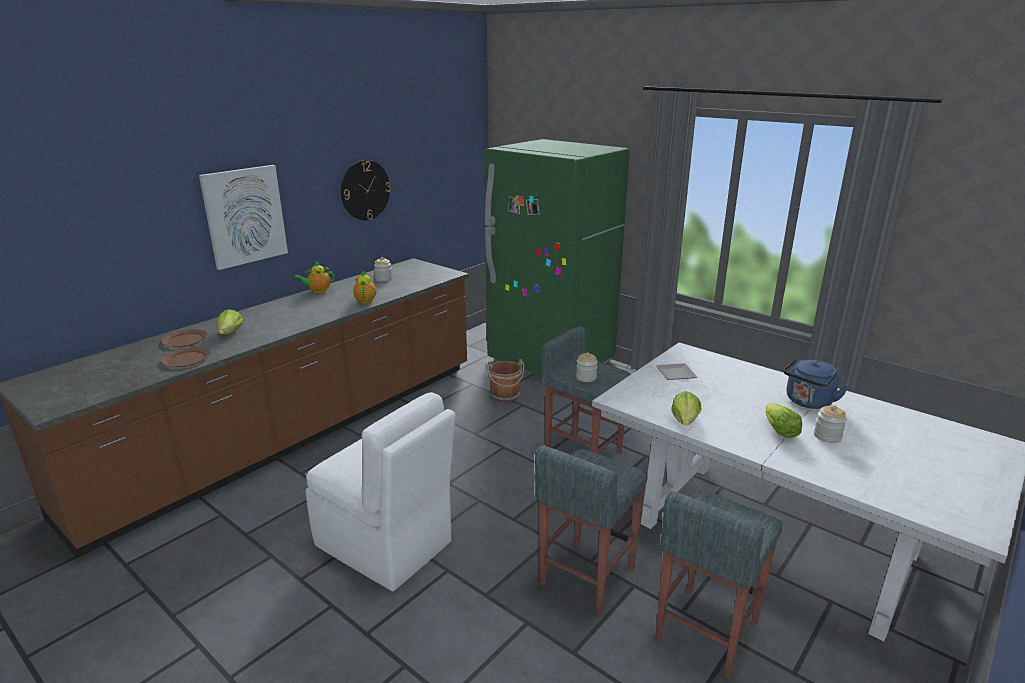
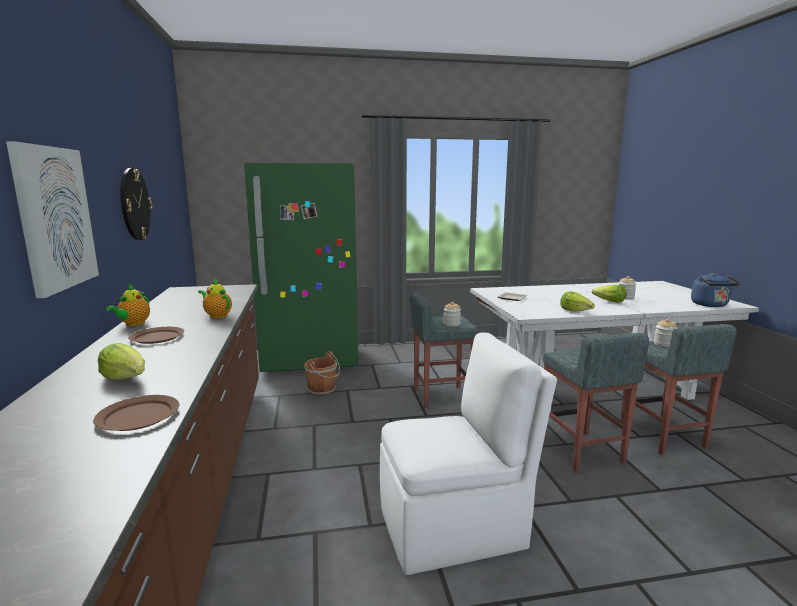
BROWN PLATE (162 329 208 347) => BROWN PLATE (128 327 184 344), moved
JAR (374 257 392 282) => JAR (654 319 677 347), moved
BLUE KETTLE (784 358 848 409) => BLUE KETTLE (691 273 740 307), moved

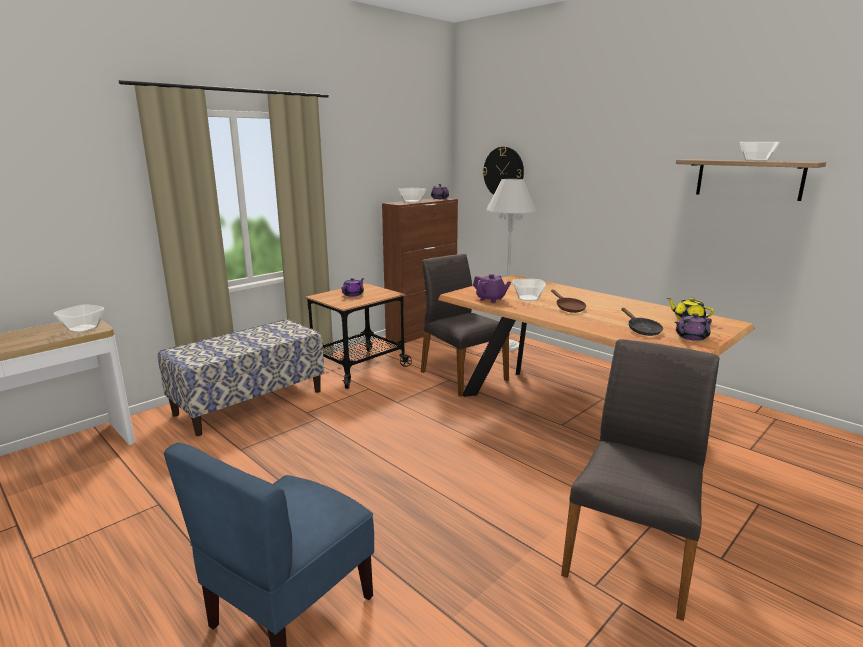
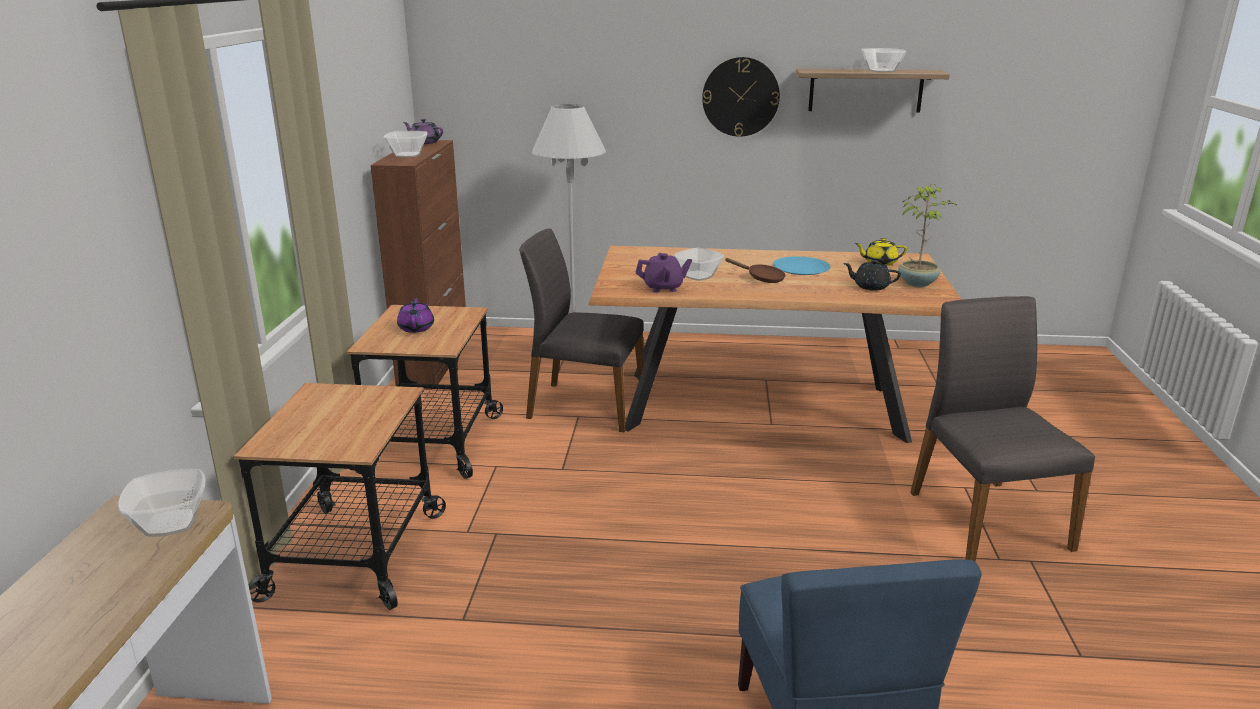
nothing => BLUE PLATE (773 256 830 275)
WALL CLOCK (483 147 524 195) => WALL CLOCK (702 57 780 137), moved
BENCH (158 319 324 436) => CART (233 383 446 610)
BLACK FRYING PAN (621 308 663 336) => BLACK TEAPOT (843 260 901 291)
PURPLE TEAPOT (675 313 712 341) => POTTED PLANT (898 184 957 287)

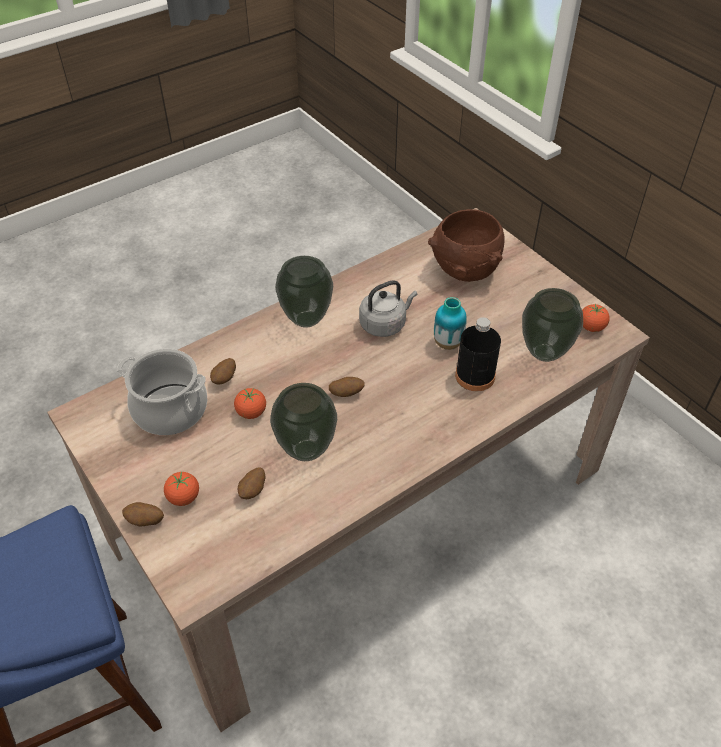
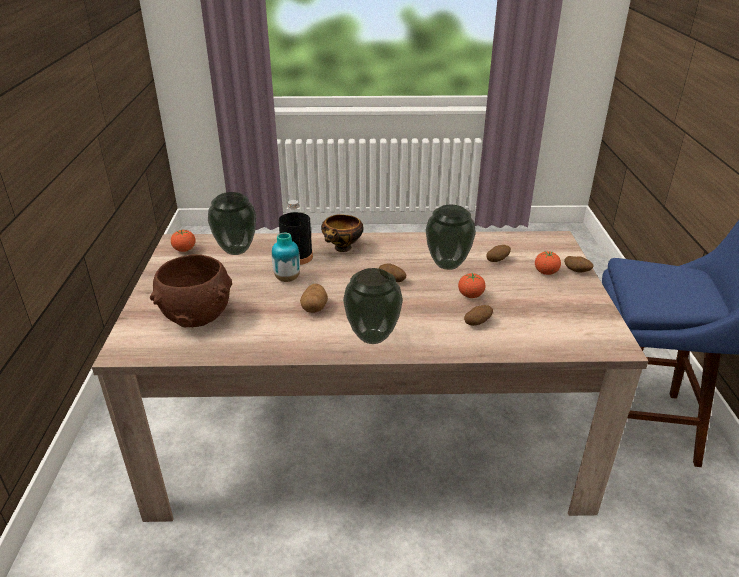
COOKING POT (117 349 207 435) => nothing
nothing => BOWL (321 214 363 252)
GREY KETTLE (359 280 417 337) => POTATO (300 284 328 313)

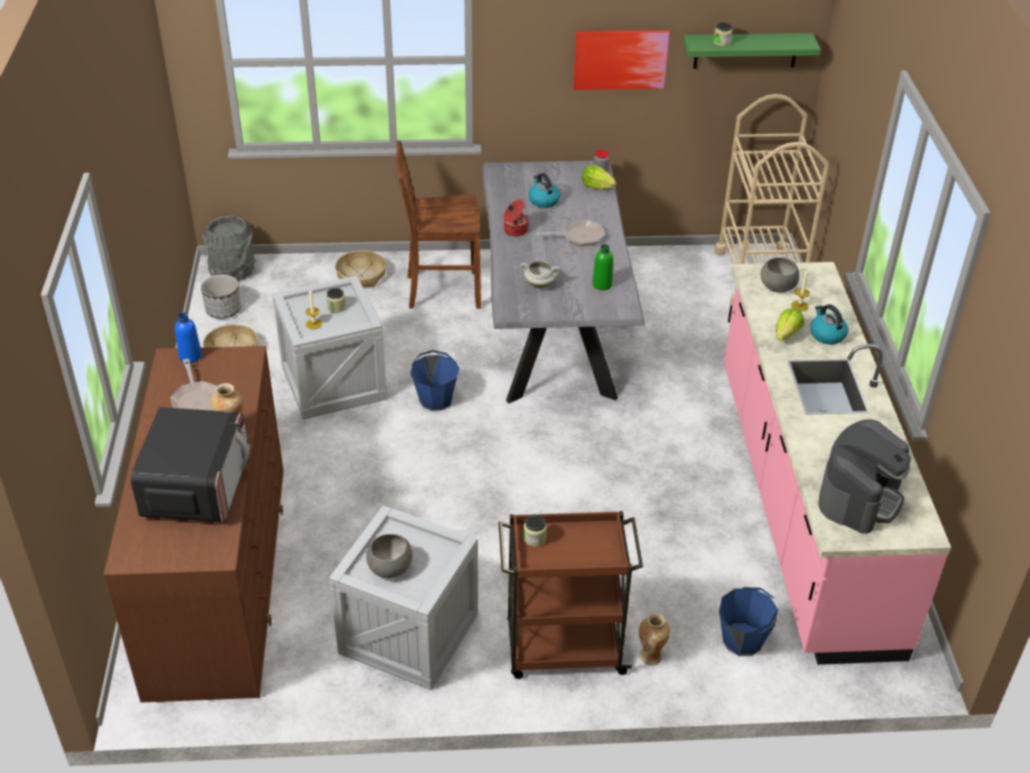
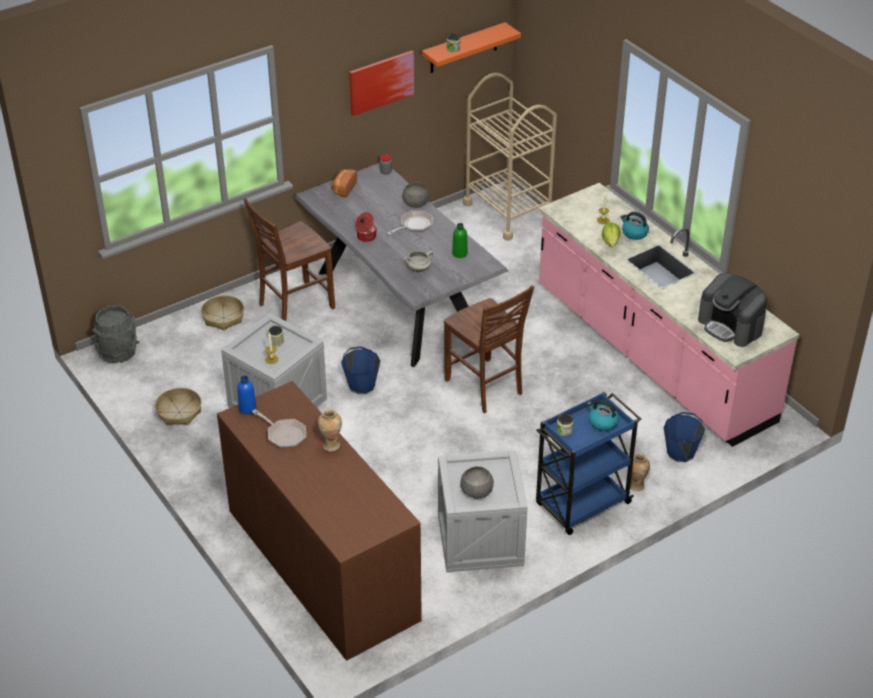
MICROWAVE (130 407 250 522) => nothing
PLANTER (201 274 241 319) => nothing
LETTUCE (582 165 616 189) => nothing
nothing => BREAD (331 169 357 198)
nothing => BROWN CHAIR (444 285 534 413)
KETTLE (528 173 560 208) => KETTLE (587 400 619 431), moved
GREY BOWL (761 257 800 293) => GREY BOWL (402 182 430 208), moved
BROWN CART (498 511 643 679) => BLUE CART (536 392 641 535)
GREEN SHELF (683 33 821 69) => ORANGE SHELF (422 22 521 73)
COFFEE MACHINE (819 419 911 534) => COFFEE MACHINE (698 273 767 347), 135 degrees clockwise

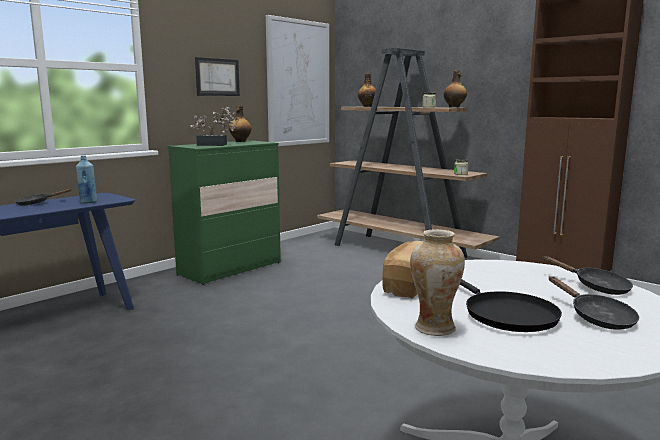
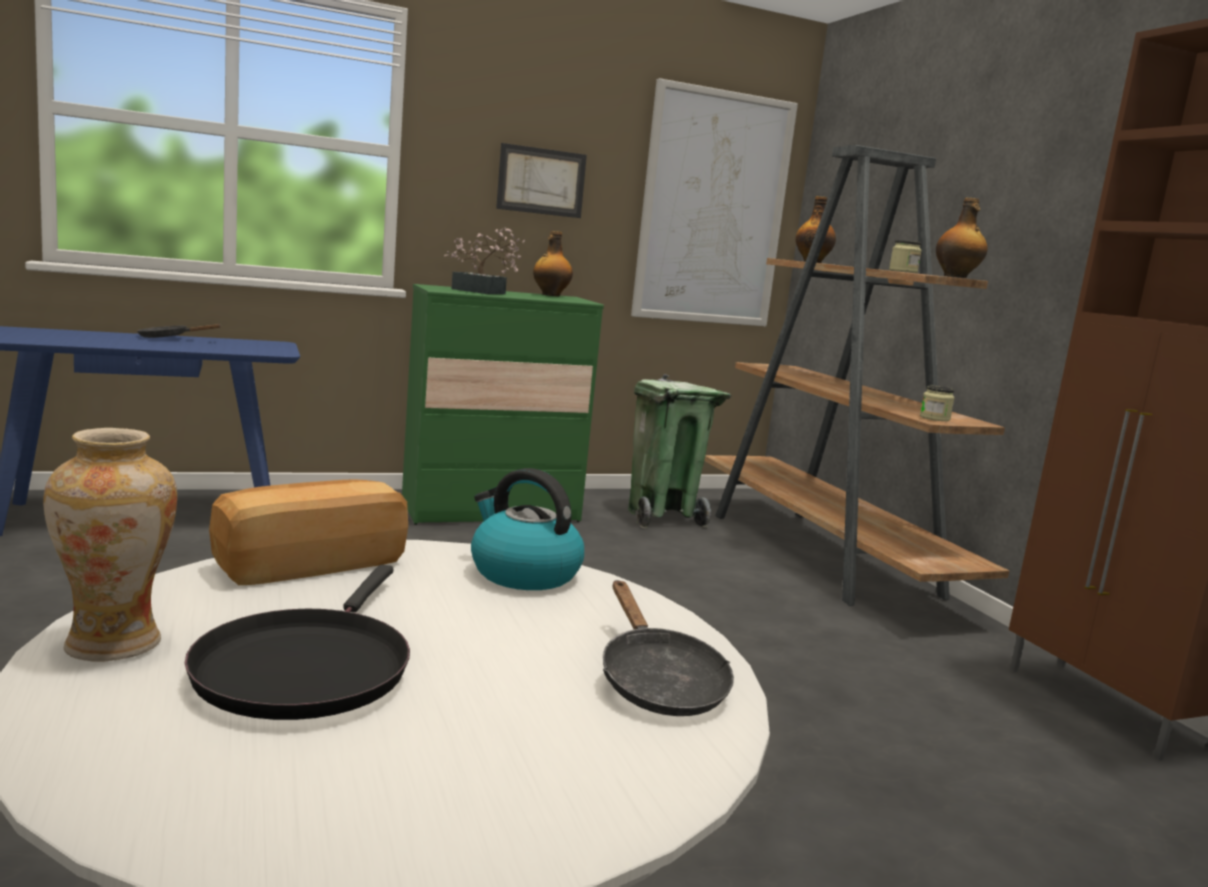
BLUE BOTTLE (76 156 97 204) => nothing
BLACK FRYING PAN (549 276 639 330) => nothing
nothing => KETTLE (471 468 584 590)
nothing => GREEN TRASH CAN (628 374 731 529)

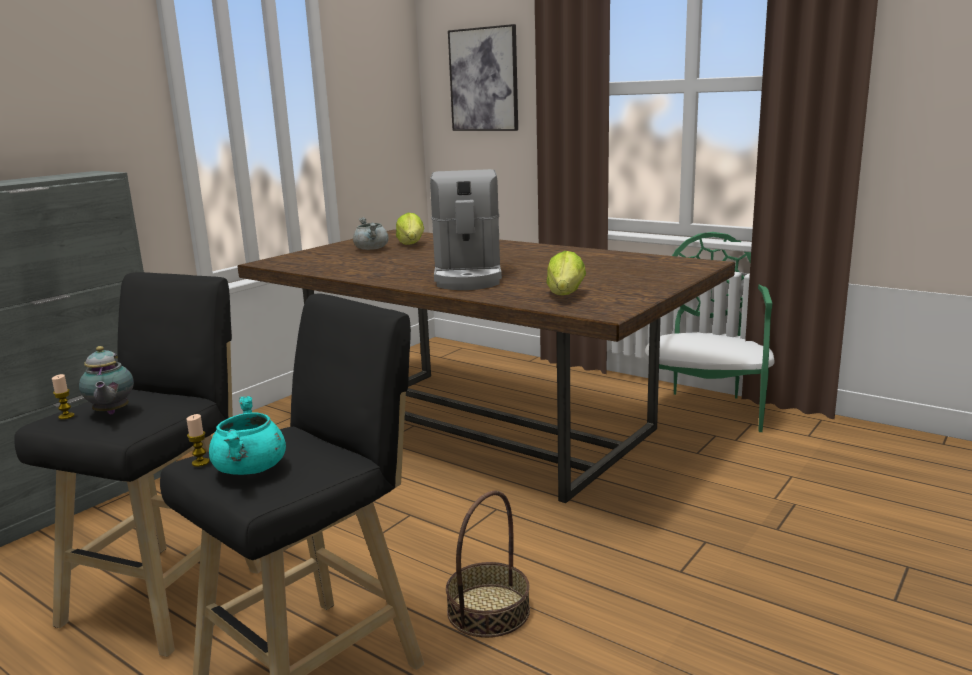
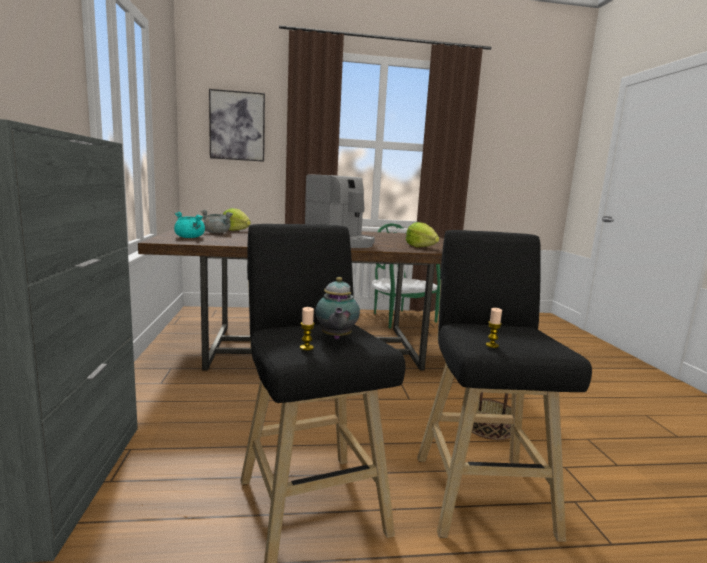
TURQUOISE COOKING POT (209 396 286 475) => TURQUOISE COOKING POT (174 212 205 238), moved
TEAPOT (79 346 134 414) => TEAPOT (315 277 360 339), 60 degrees clockwise

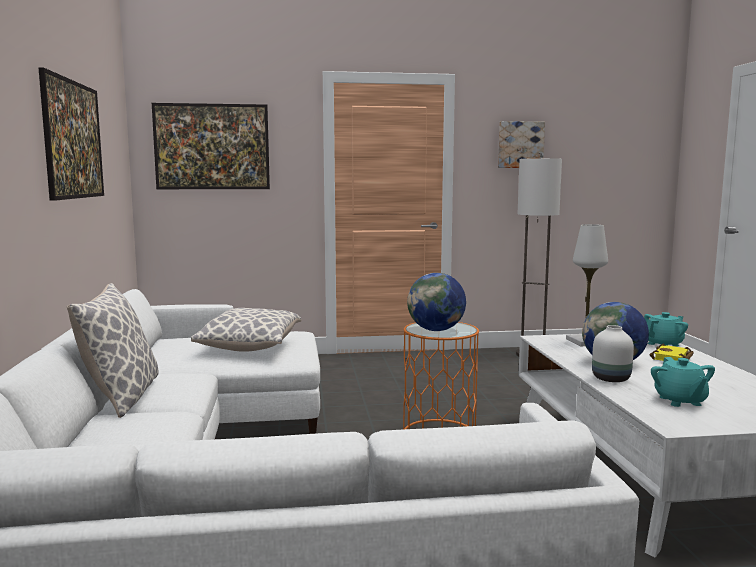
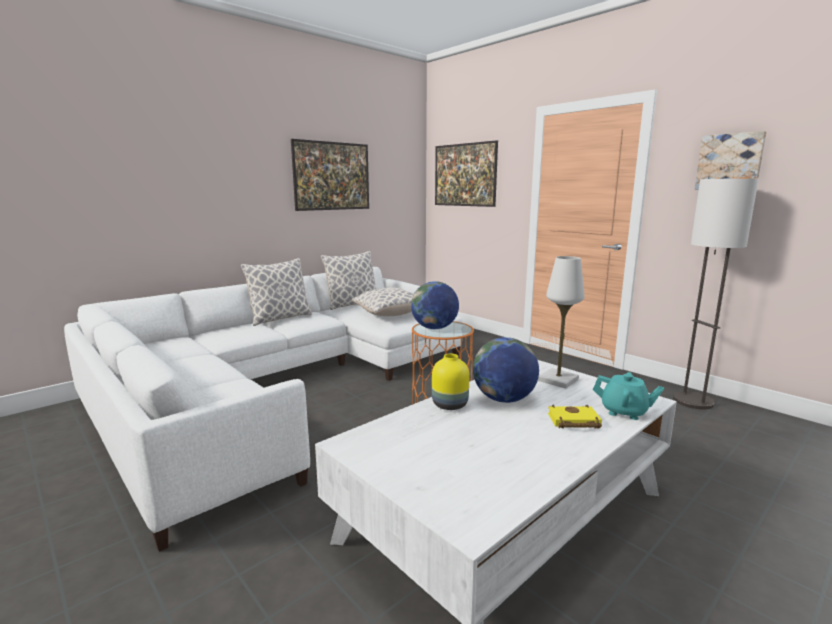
TURQUOISE TEAPOT (651 357 715 407) => nothing
nothing => PILLOW (321 251 376 310)
WHITE VASE (592 325 634 382) => YELLOW VASE (432 354 469 410)

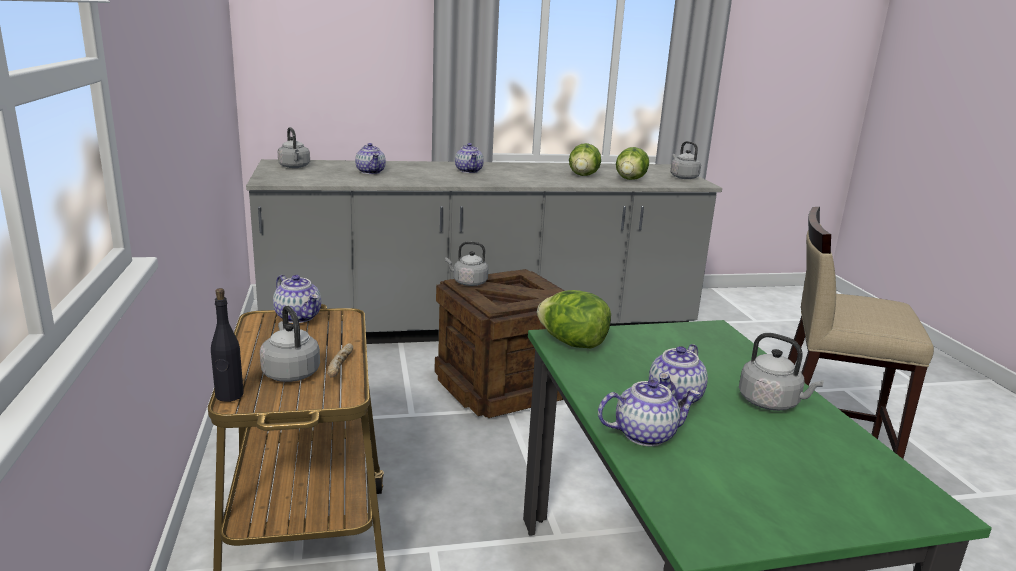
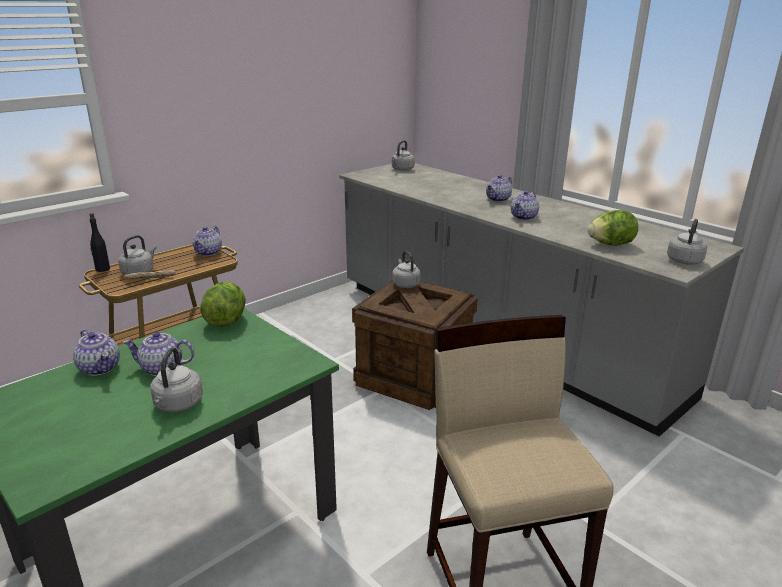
LETTUCE (569 143 601 176) => nothing
TEAPOT (355 143 386 174) => TEAPOT (511 191 539 220), moved

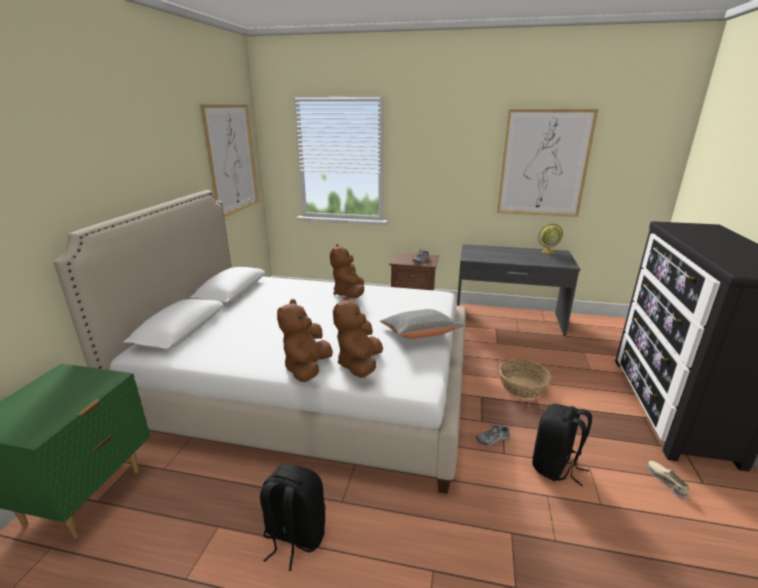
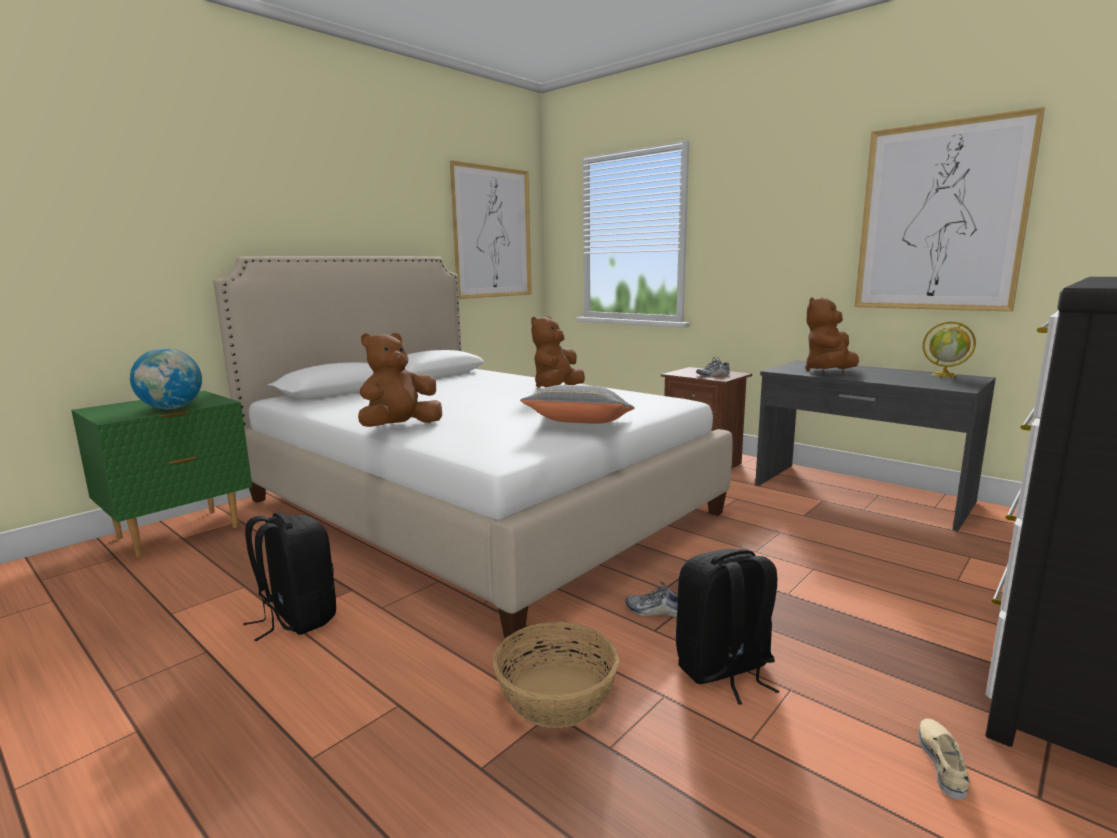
nothing => GLOBE (130 348 202 409)
BROWN PLUSH TOY (333 296 383 378) => BROWN PLUSH TOY (805 297 859 370), moved
BASKET (499 359 551 399) => BASKET (493 622 619 728), moved

